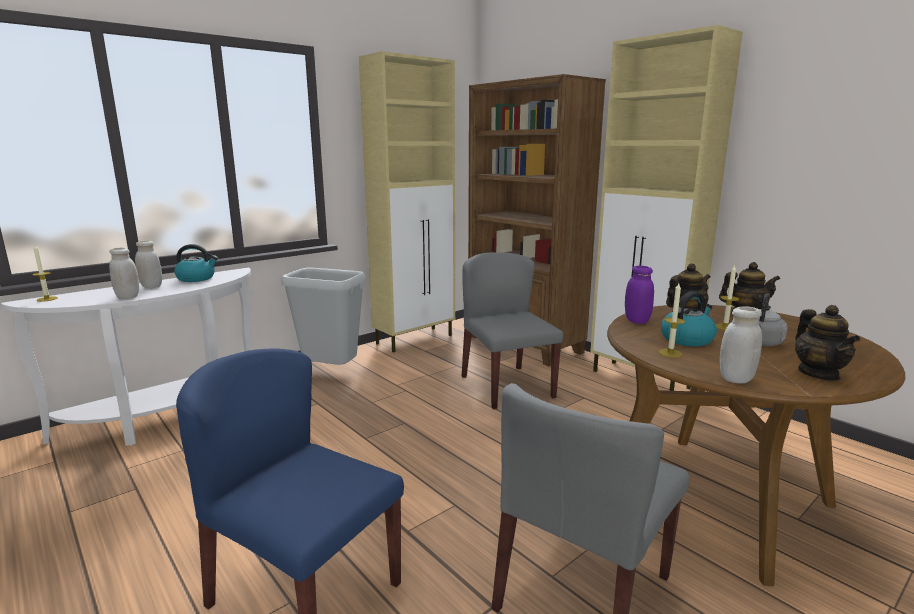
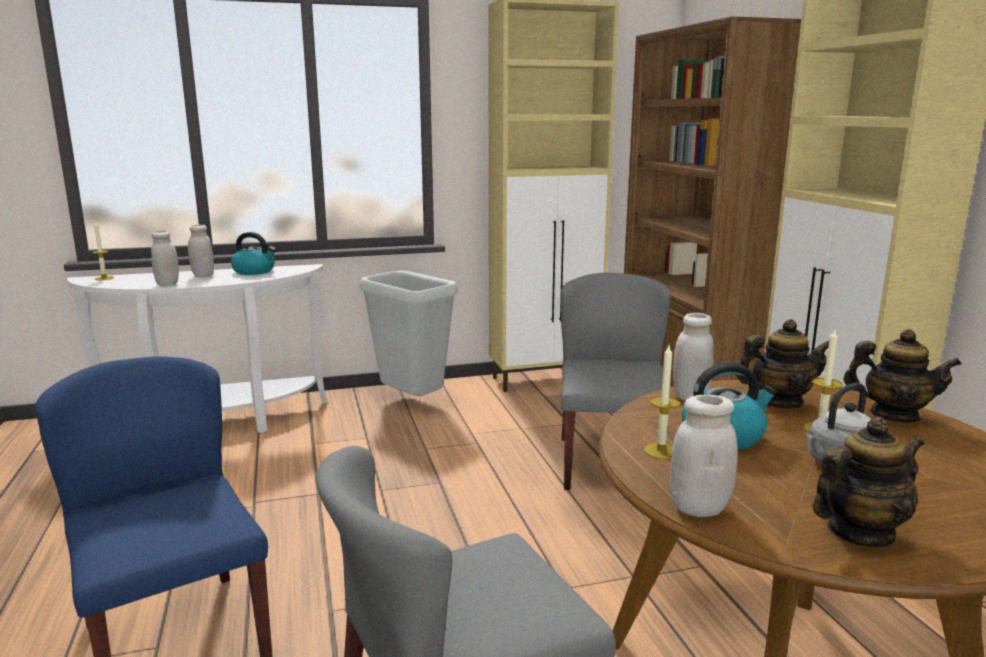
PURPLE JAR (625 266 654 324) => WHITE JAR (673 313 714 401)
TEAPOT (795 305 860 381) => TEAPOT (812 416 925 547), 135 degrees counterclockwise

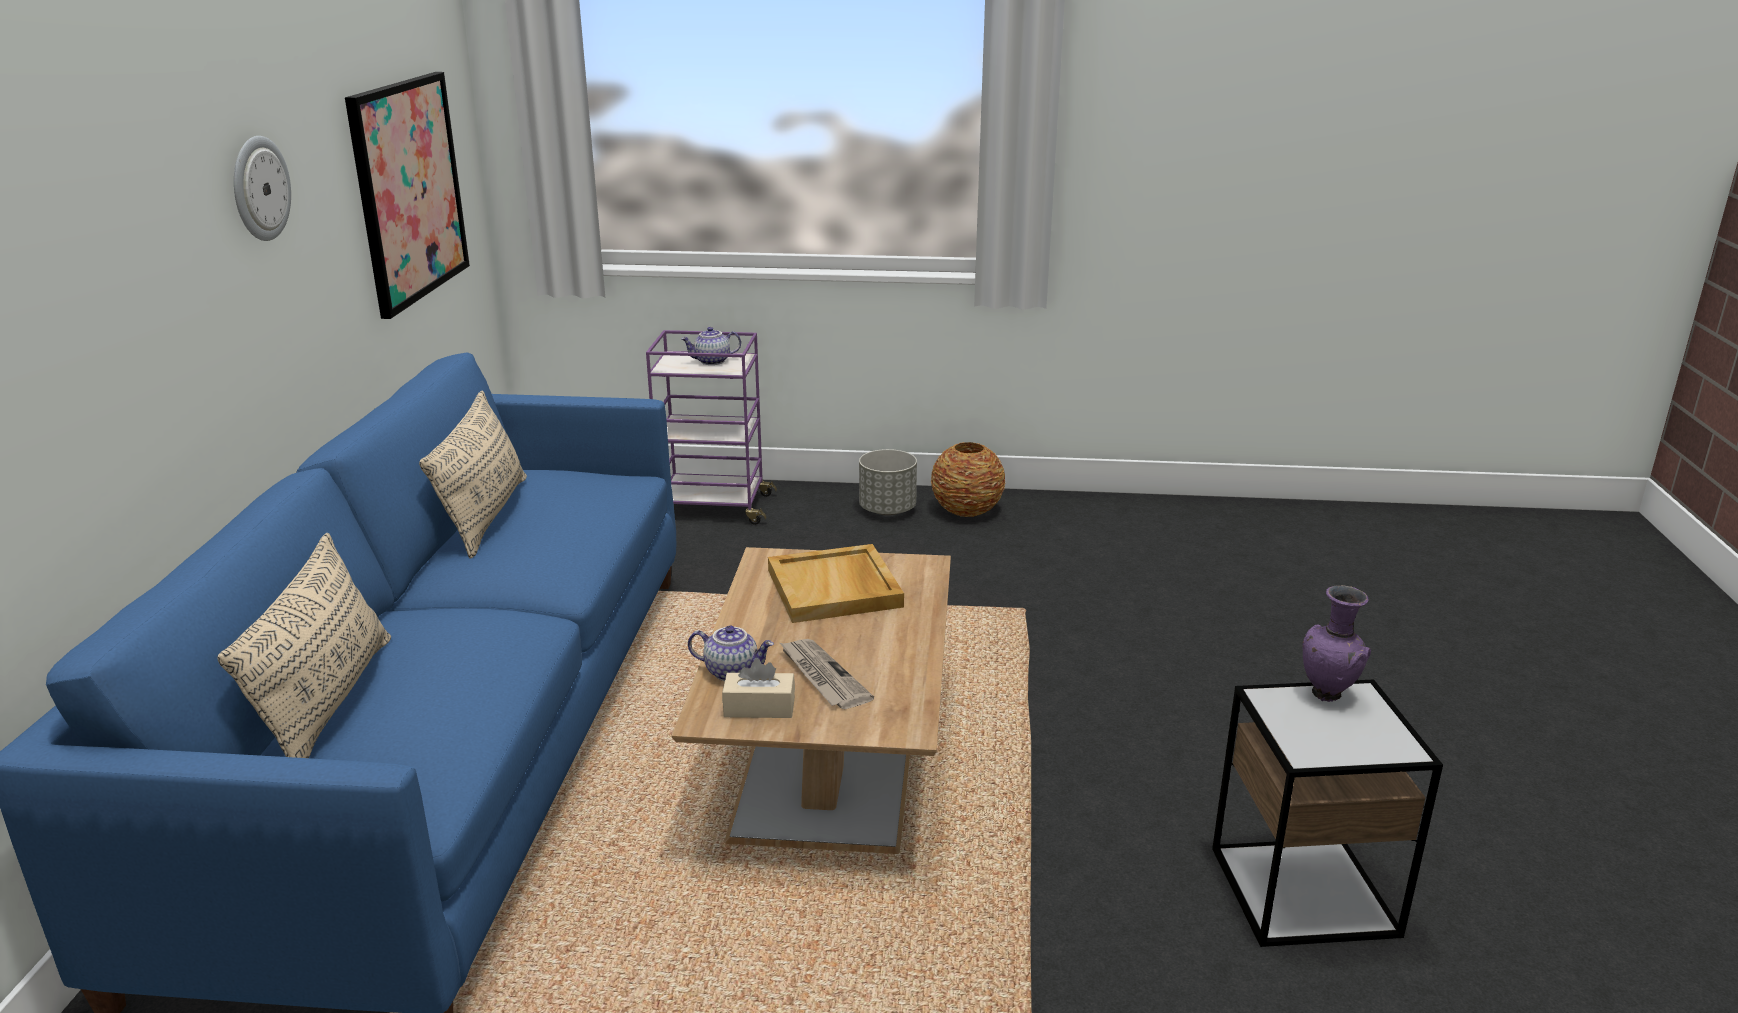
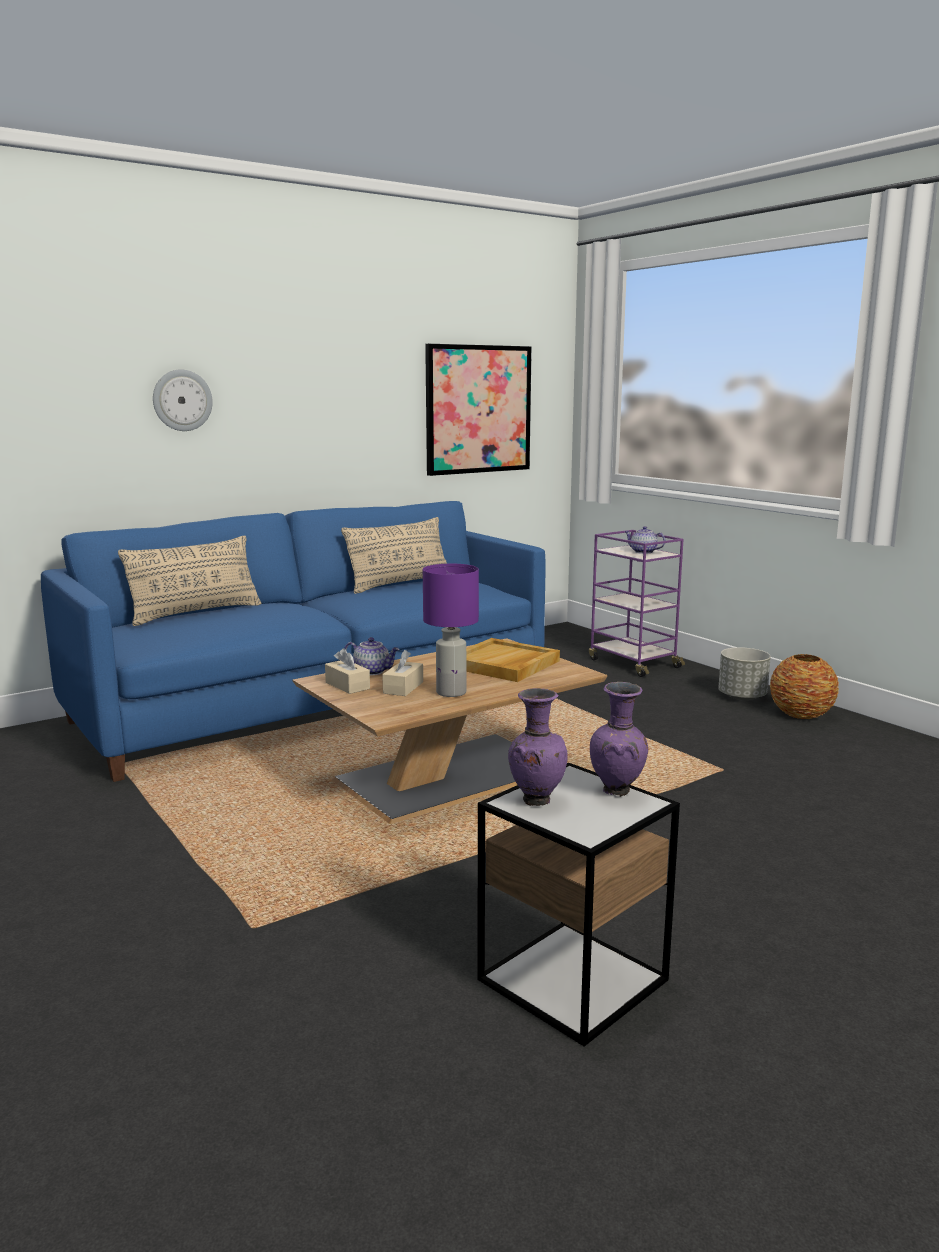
nothing => PURPLE TABLE LAMP (423 564 479 697)
nothing => PURPLE VASE (508 688 567 806)
WALL CLOCK (234 136 291 241) => WALL CLOCK (153 369 213 431), moved
NEWSPAPER (780 639 874 709) => BEIGE TISSUE BOX (382 650 423 696)
TEAPOT (688 625 774 681) => TEAPOT (345 637 400 675), 45 degrees counterclockwise

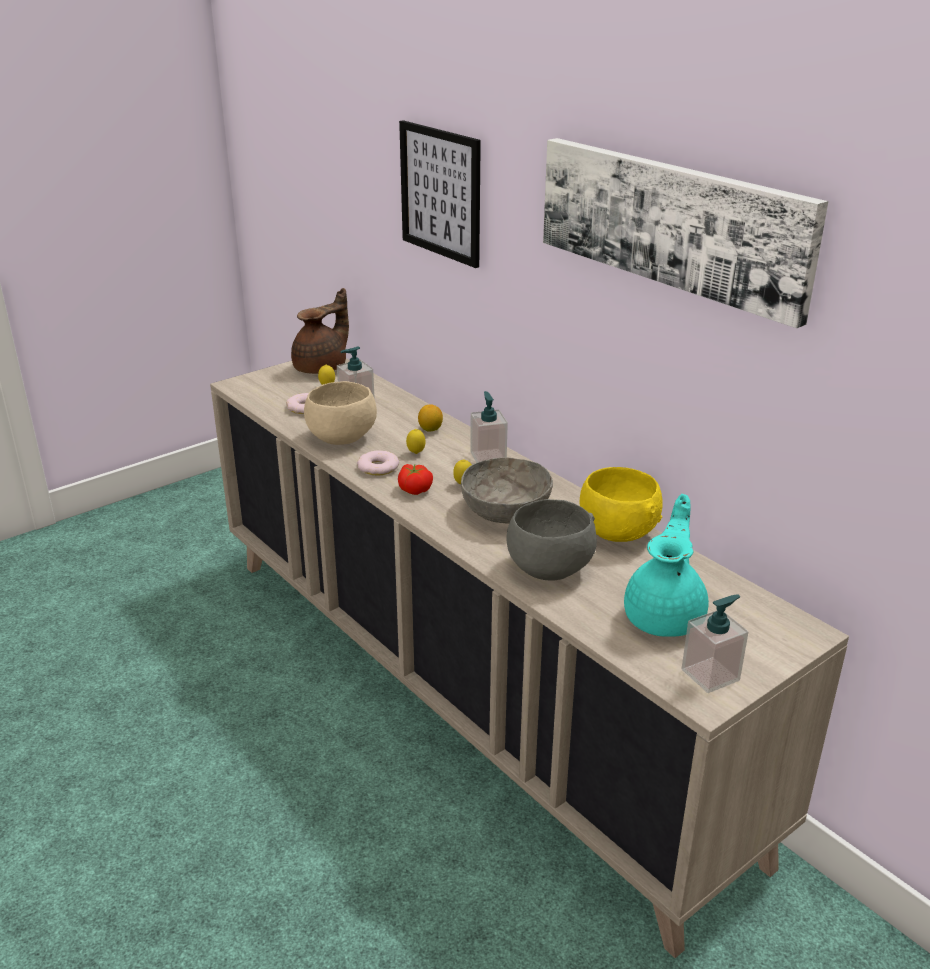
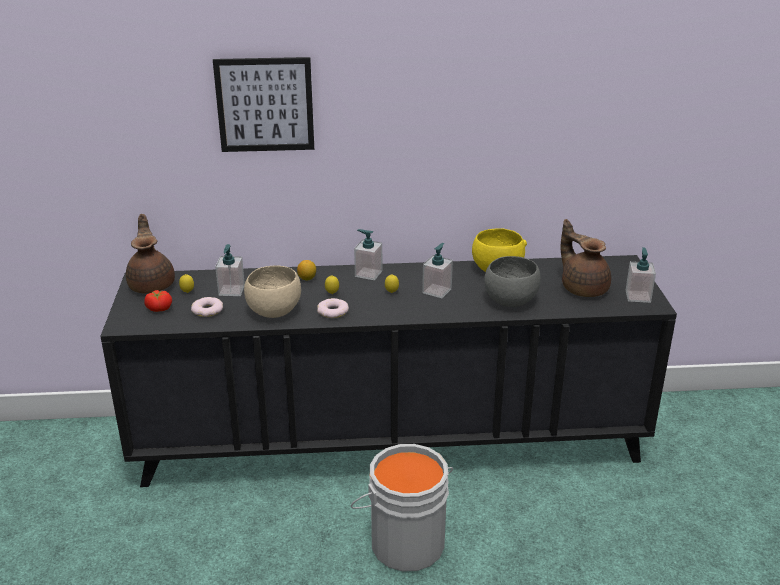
PICTURE (543 138 829 328) => nothing
nothing => GREY BUCKET (351 444 453 571)
TOMATO (398 464 433 495) => TOMATO (144 290 172 312), moved
GREY BOWL (461 457 553 523) => SOAP DISPENSER (422 243 453 298)
BEIGE CABINET (210 358 849 958) => BLACK CABINET (100 255 677 487)
TURQUOISE TEAPOT (624 494 709 637) => BROWN TEAPOT (560 219 611 297)

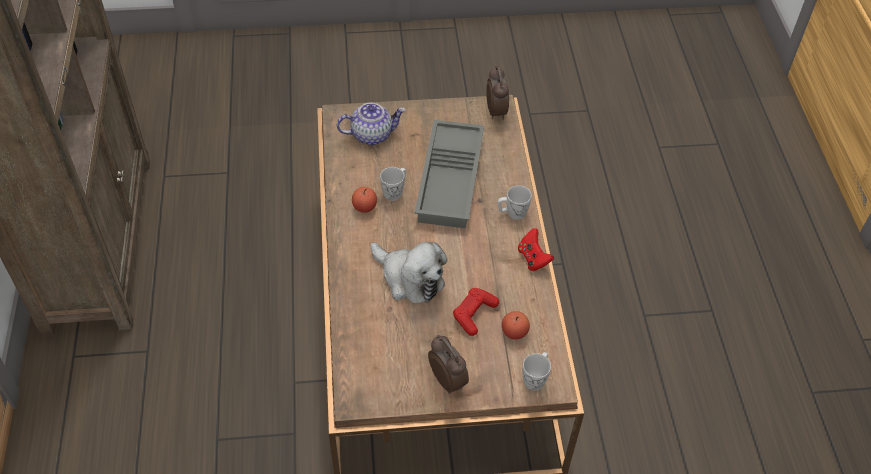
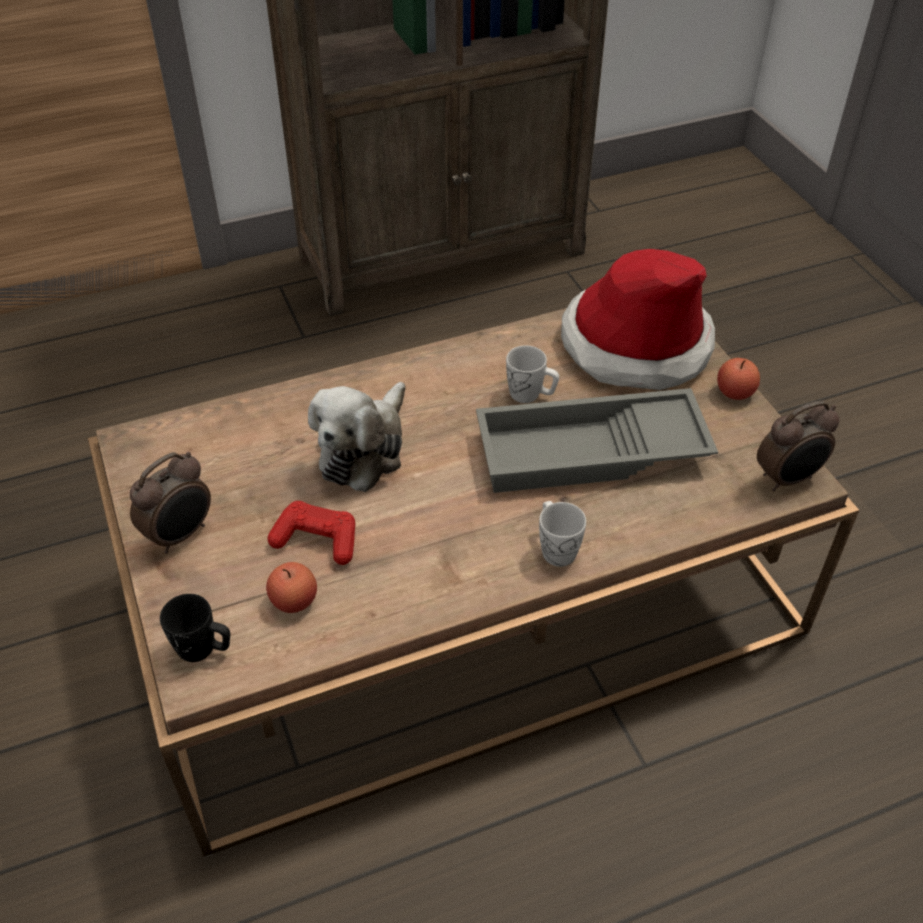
RED GAME CONTROLLER (518 228 554 271) => nothing
APPLE (352 187 377 213) => APPLE (717 358 760 400), moved
TEAPOT (337 103 406 145) => HAT (561 249 715 390)
WHITE MUG (523 352 551 391) => BLACK MUG (160 594 230 662)

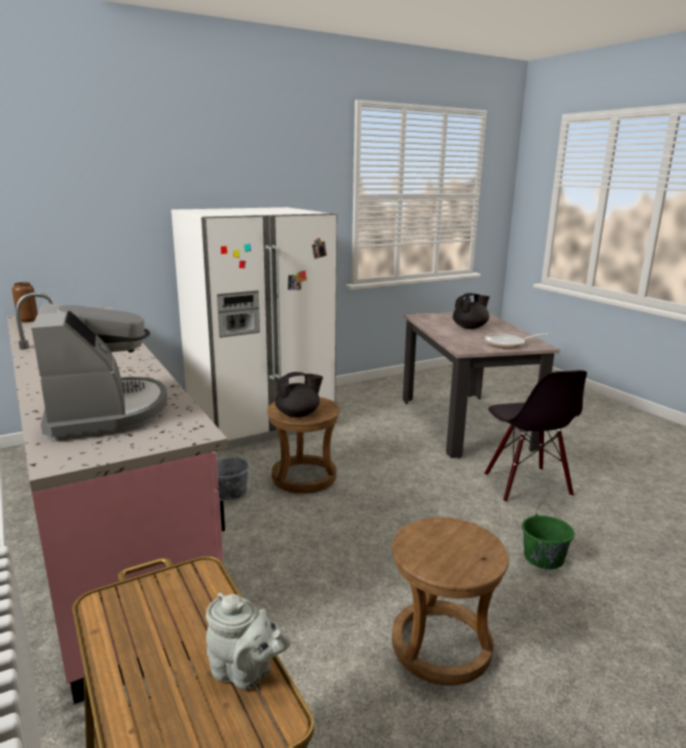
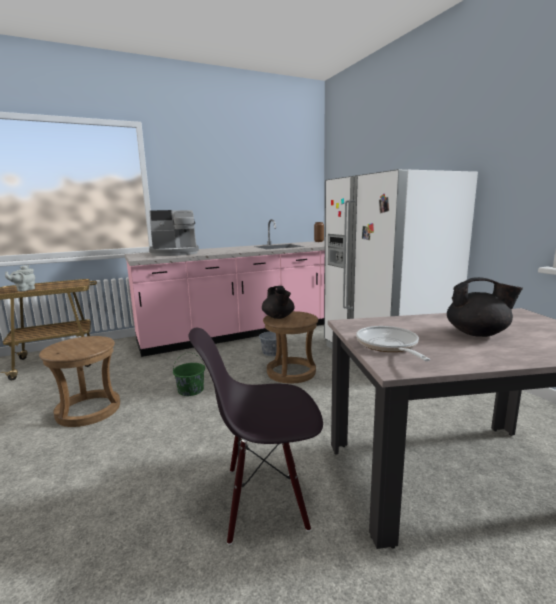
GREEN BUCKET (522 503 575 569) => GREEN BUCKET (173 352 205 396), moved
BLACK TEAPOT (453 293 490 329) => BLACK TEAPOT (447 277 523 337), 45 degrees counterclockwise

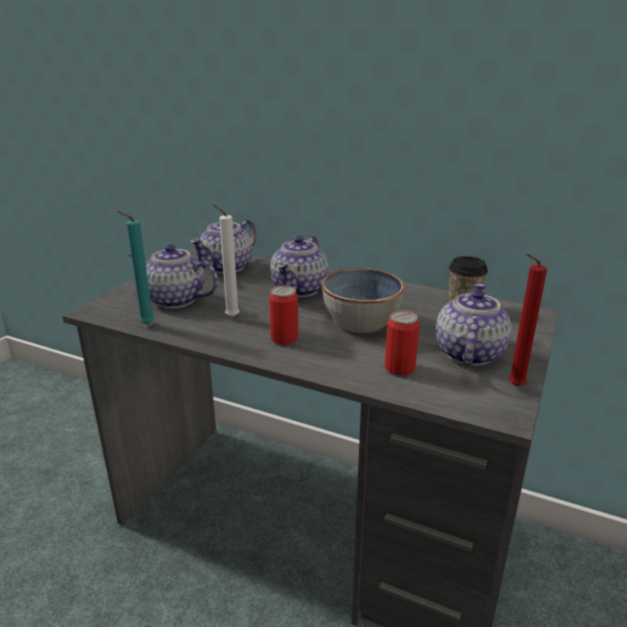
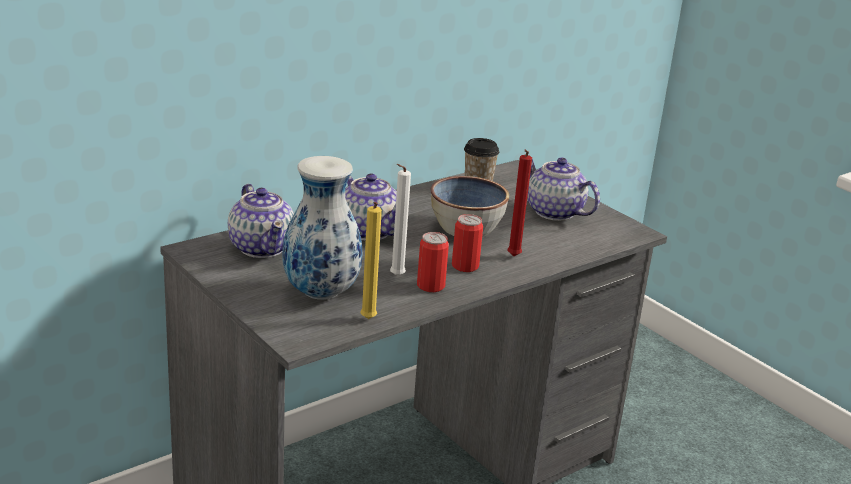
CAN (385 311 420 376) => CAN (417 232 449 292), moved
RED CANDLE (508 254 547 387) => RED CANDLE (507 150 532 256), moved
TEAPOT (128 244 218 309) => VASE (282 156 362 300)
TURQUOISE CANDLE (117 211 155 325) => YELLOW CANDLE (361 202 382 319)

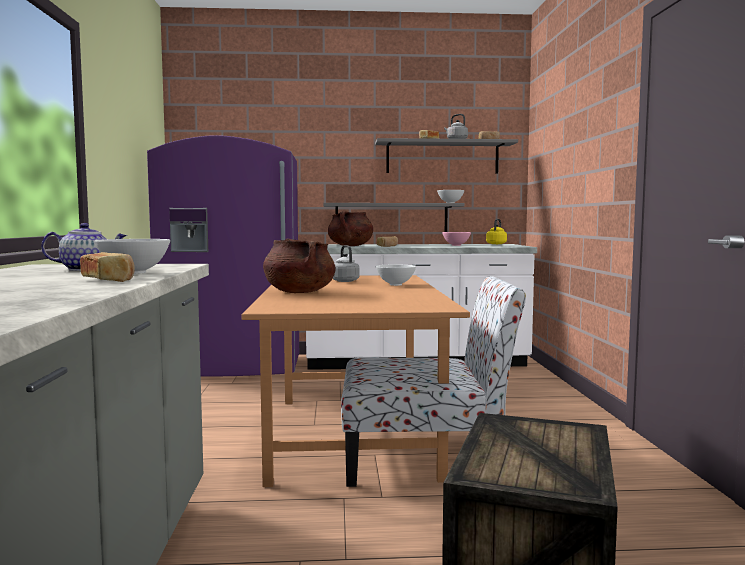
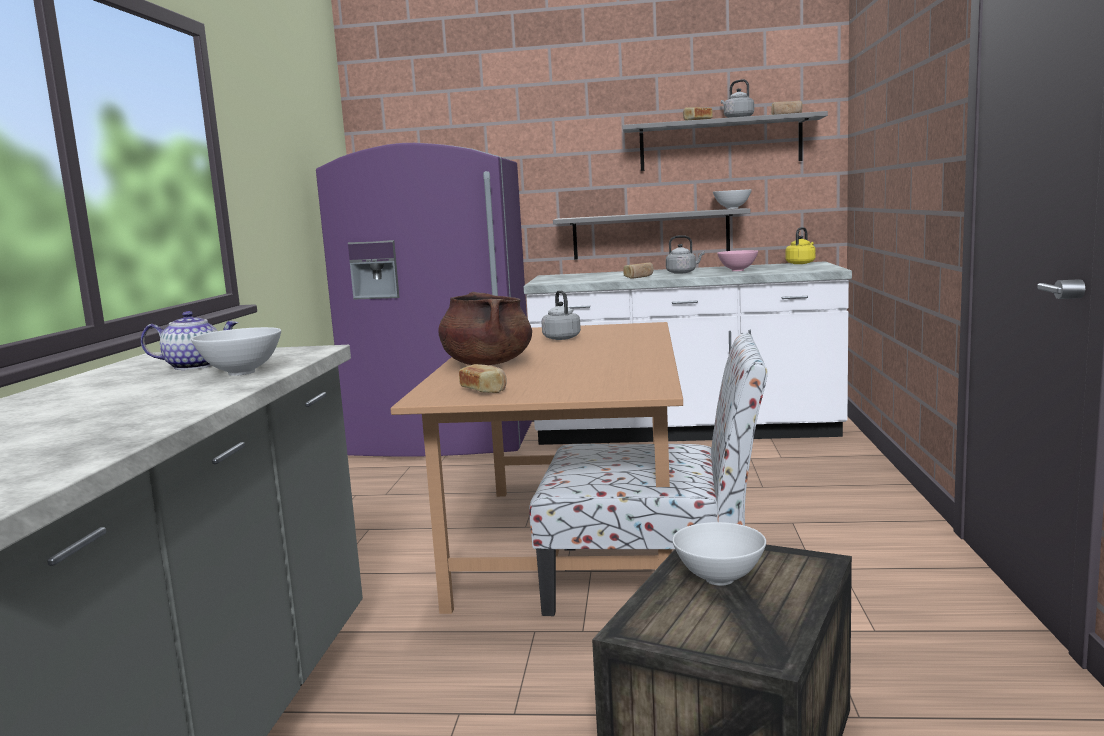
BROWN COOKING POT (328 211 373 246) => nothing
nothing => GREY KETTLE (666 235 705 274)
BREAD (80 252 135 282) => BREAD (459 364 507 393), moved
WHITE BOWL (376 265 416 286) => WHITE BOWL (672 522 766 586), moved

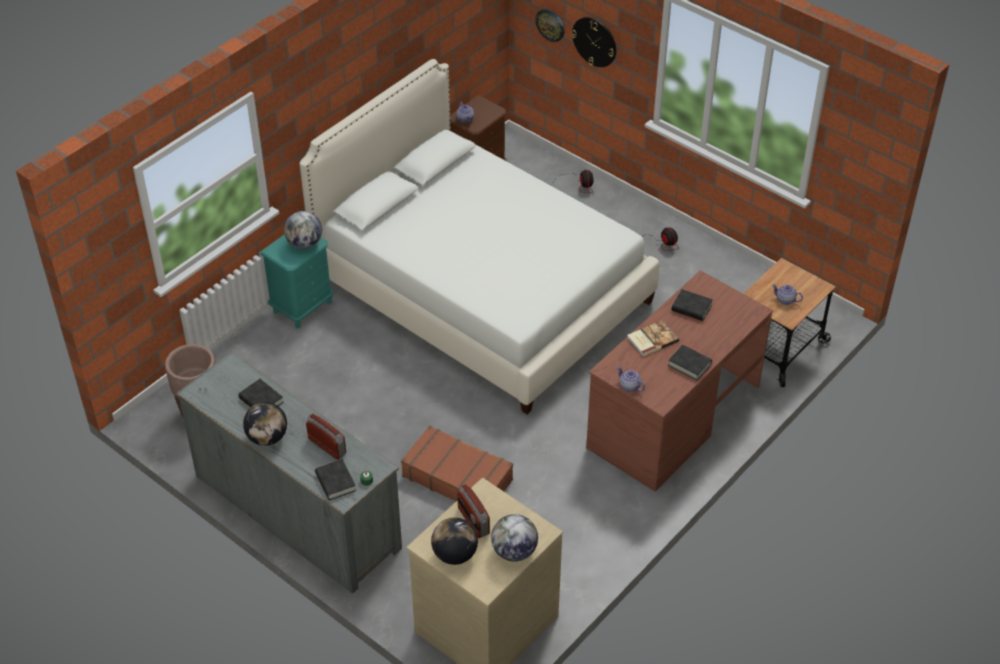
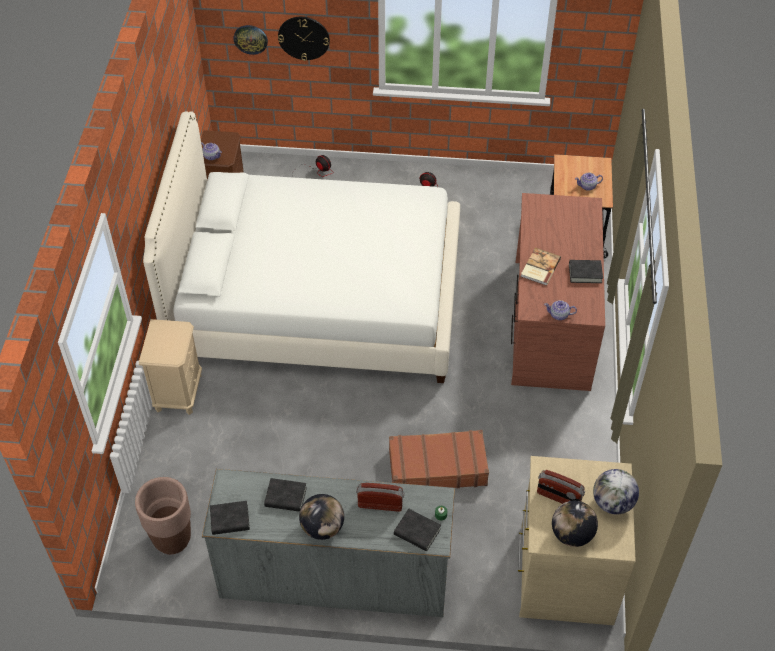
GLOBE (284 211 322 249) => nothing
BLACK BOOK (672 289 713 321) => BLACK BOOK (210 501 250 535), moved
TURQUOISE NIGHTSTAND (260 234 333 328) => BEIGE NIGHTSTAND (139 319 202 415)

